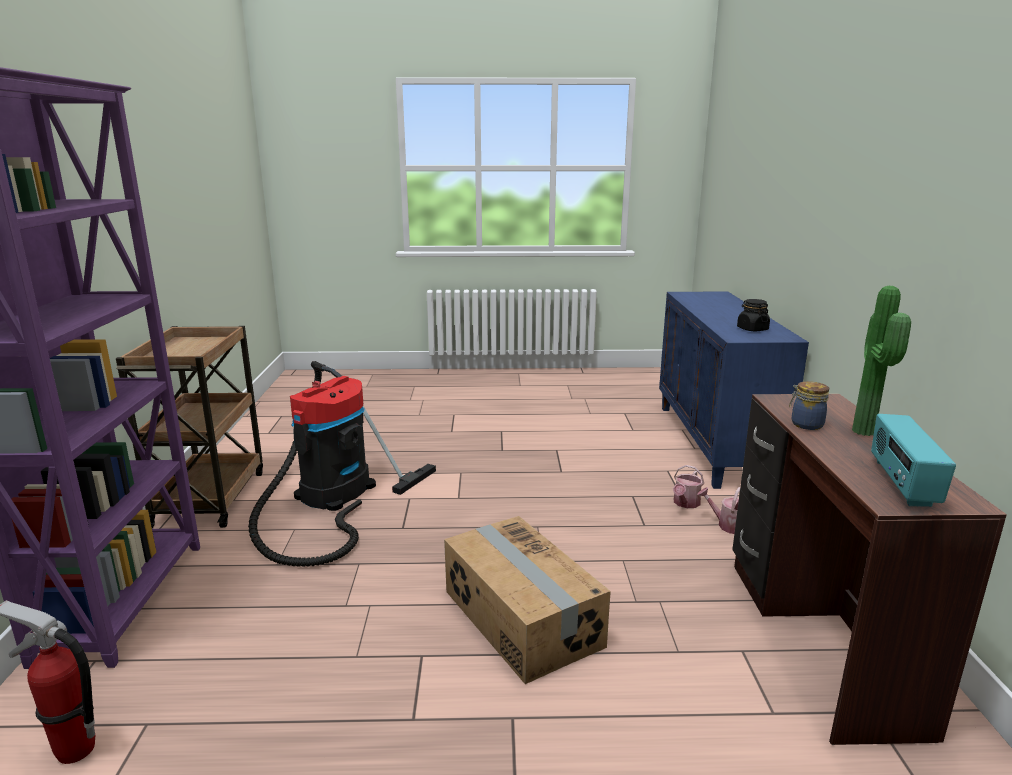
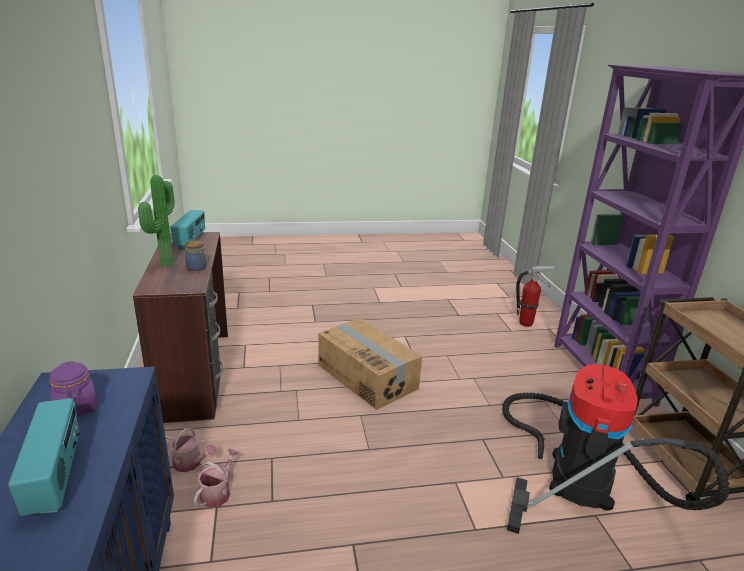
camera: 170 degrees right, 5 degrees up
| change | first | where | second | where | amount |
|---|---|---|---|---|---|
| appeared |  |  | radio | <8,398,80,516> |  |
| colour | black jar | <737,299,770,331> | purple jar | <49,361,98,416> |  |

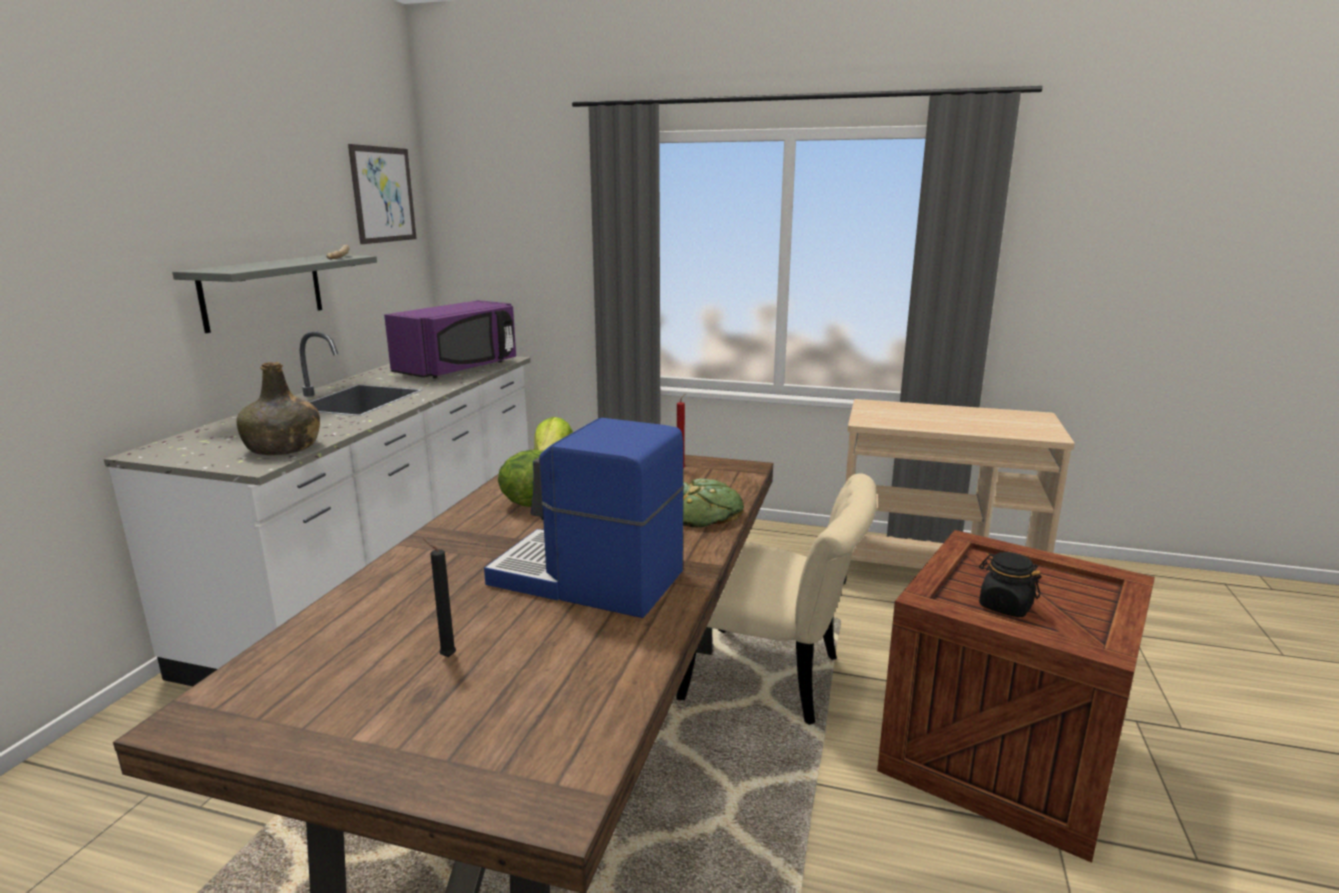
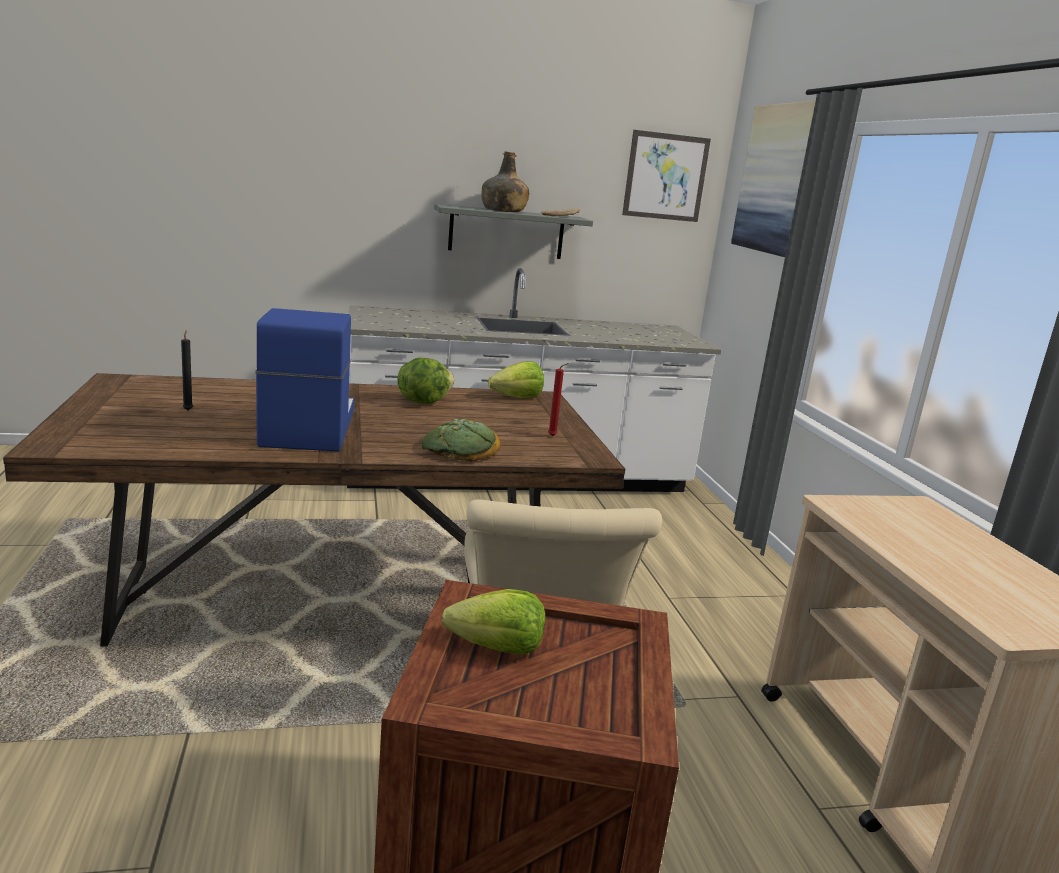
camera: 60 degrees right, 0 degrees up
| change | first | where | second | where | amount |
|---|---|---|---|---|---|
| exchanged | black jar | <979,552,1041,617> | lettuce | <442,589,545,654> |  |
| relocated | green bottle | <236,362,320,455> |  | <481,151,529,212> |  |
| appeared |  |  | picture | <731,100,816,257> |  |
| missing | purple microwave | <384,300,516,379> |  |  |  |

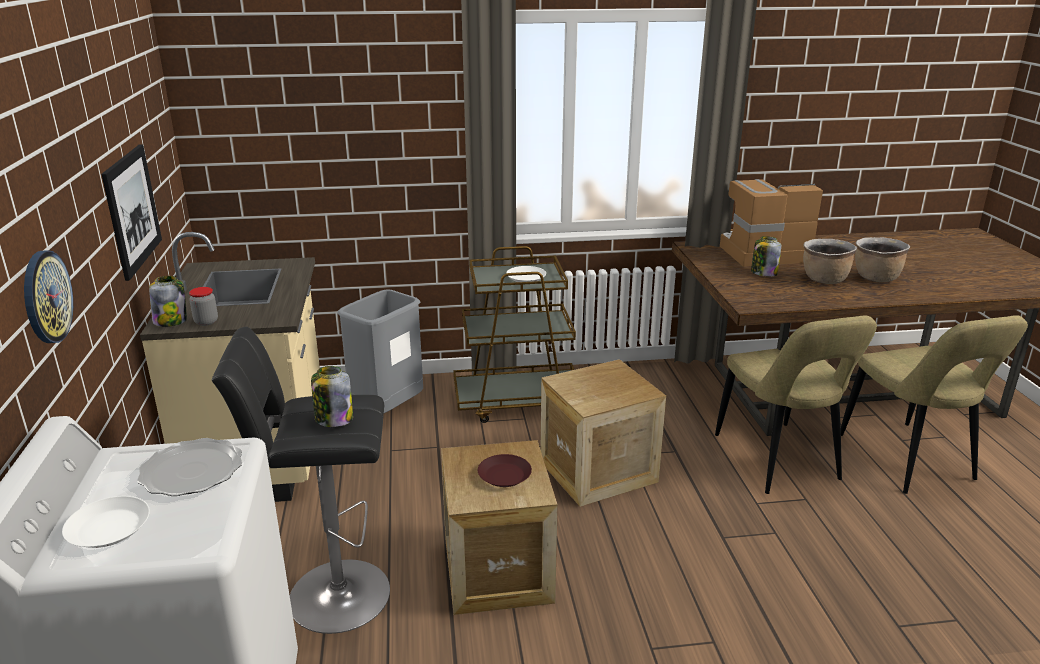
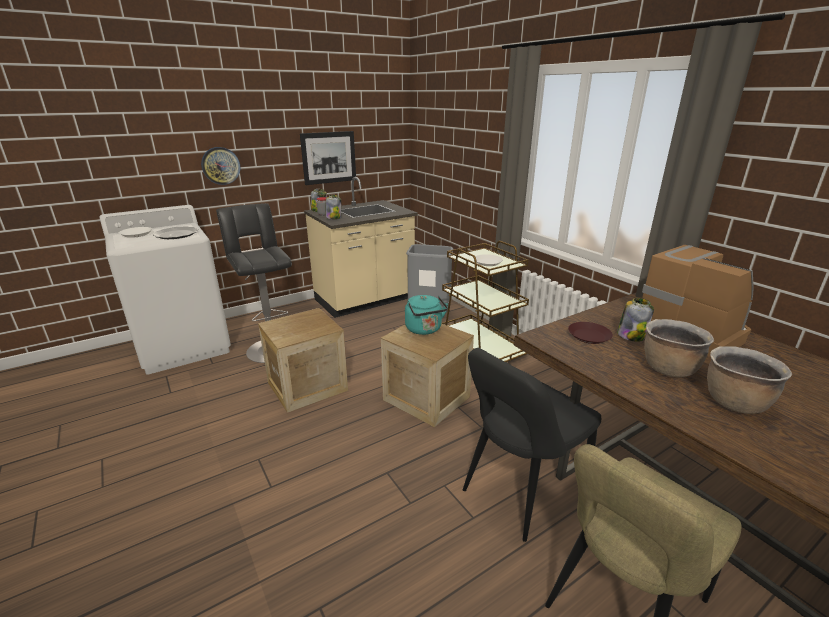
camera: 65 degrees right, 0 degrees up
| change | first | where | second | where | amount |
|---|---|---|---|---|---|
| relocated | jar | <311,366,353,427> |  | <326,195,341,219> |  |
| appeared |  |  | turquoise kettle | <405,295,448,335> |  |
| colour | beige chair | <715,316,877,494> | black chair | <463,348,601,542> |  |
| relocated | brown plate | <478,454,532,487> |  | <568,322,613,344> |  |

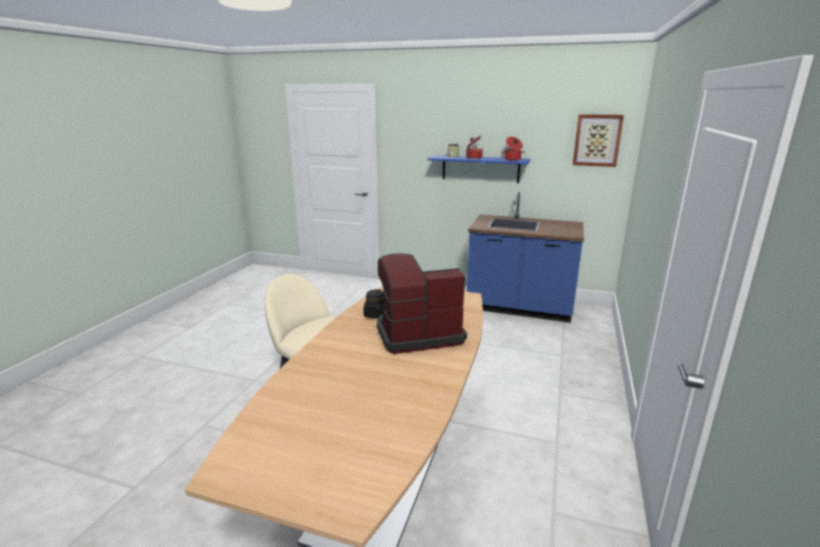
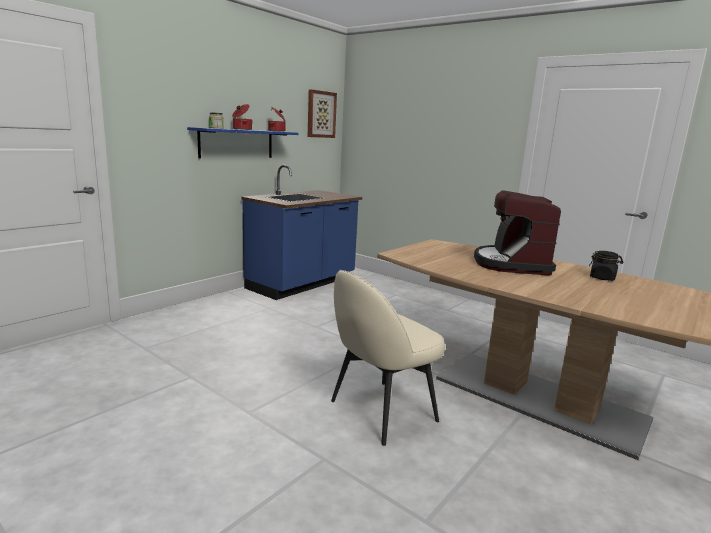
camera: 70 degrees left, 5 degrees down
| change | first | where | second | where | amount |
|---|---|---|---|---|---|
| relocated | black jar | <363,289,384,319> |  | <589,251,623,281> |  |

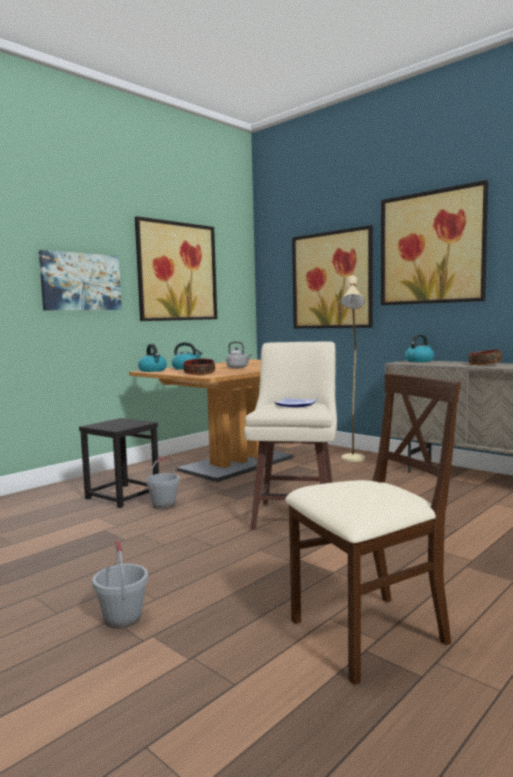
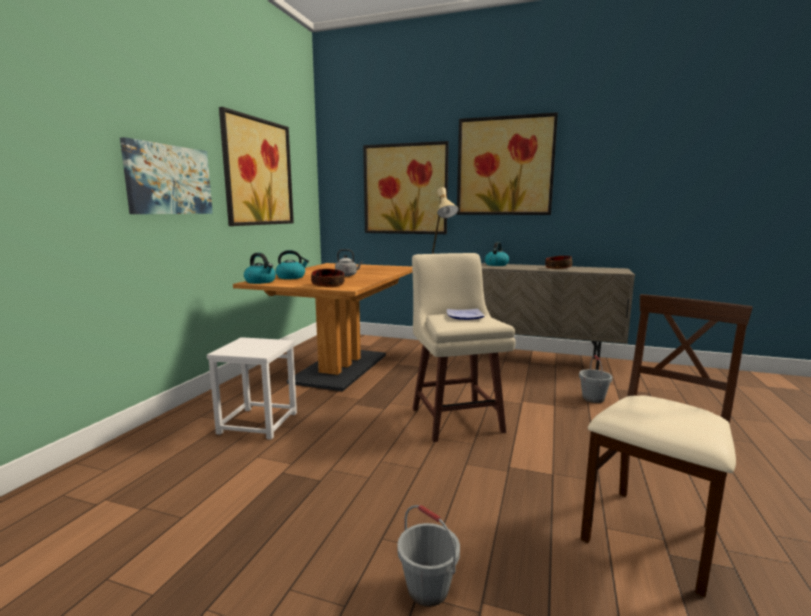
camera: 25 degrees left, 5 degrees up
| change | first | where | second | where | amount |
|---|---|---|---|---|---|
| colour | black stool | <79,418,159,508> | white stool | <207,337,297,440> |  |
| relocated | grey bucket | <146,457,180,509> |  | <579,355,613,403> |  |

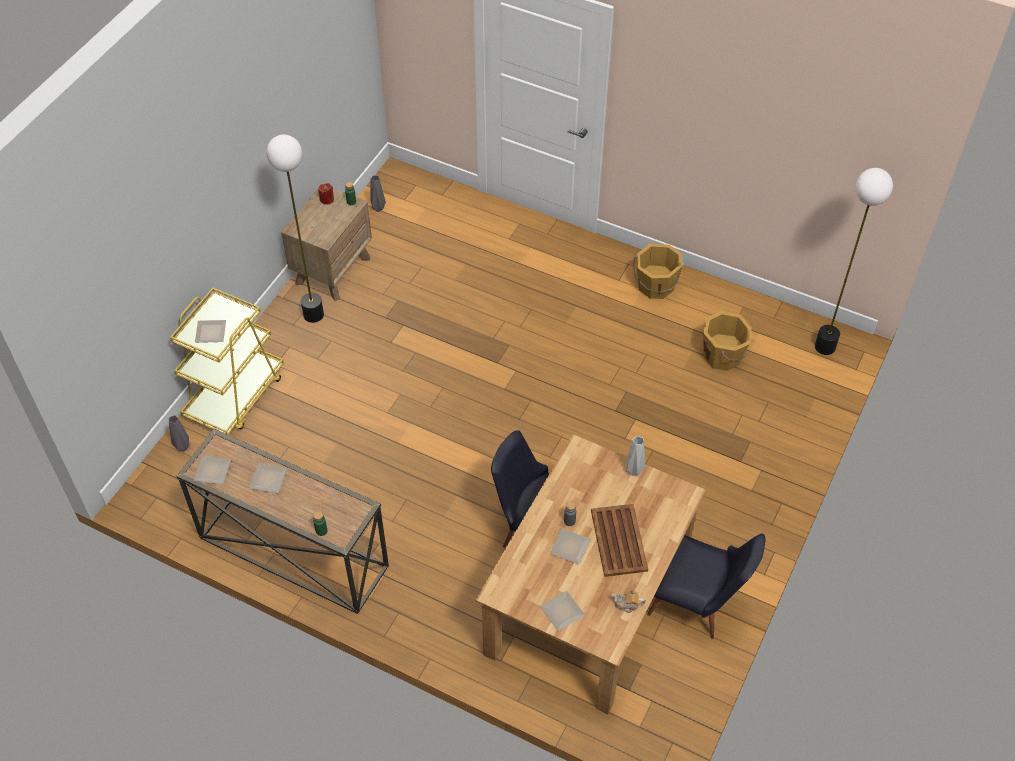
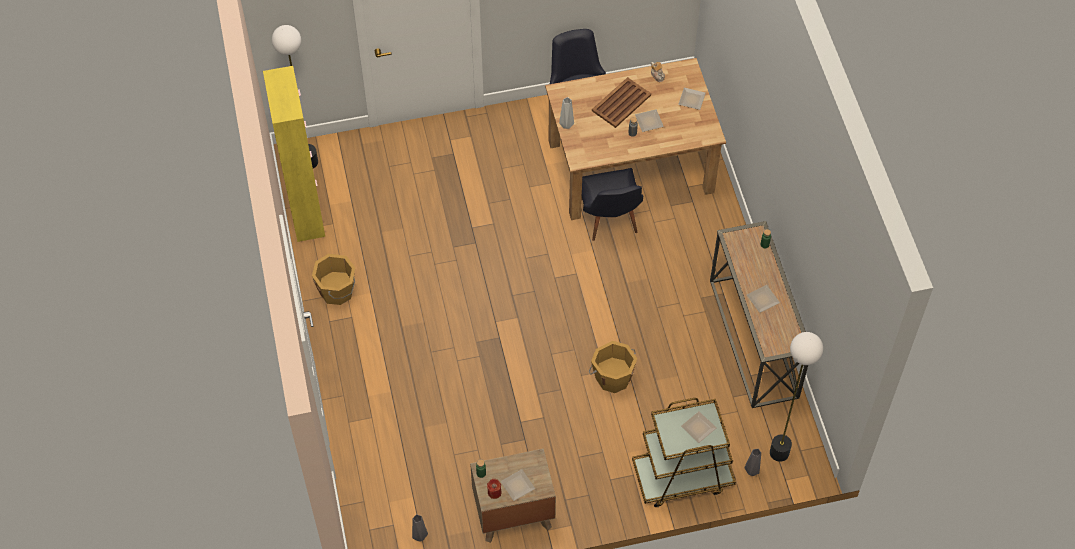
camera: 130 degrees left, 5 degrees up
| change | first | where | second | where | amount |
|---|---|---|---|---|---|
| appeared |  |  | yellow cabinet | <263,66,325,242> |  |
| relocated | plate | <194,456,231,484> |  | <501,469,535,501> |  |
| relocated | orange bucket | <703,311,751,371> |  | <589,341,637,393> |  |
| colour | yellow cart | <170,287,284,435> | brown cart | <632,398,736,507> |  |
| relocated | floor lamp | <266,135,324,323> |  | <770,332,823,462> |  |

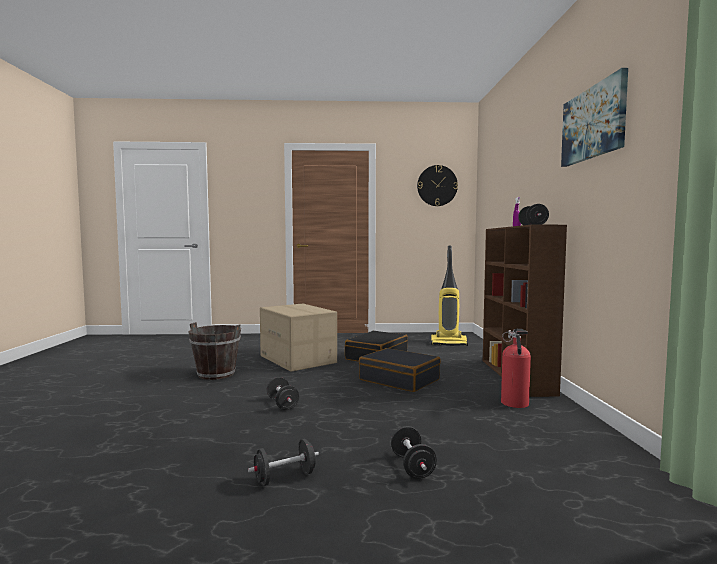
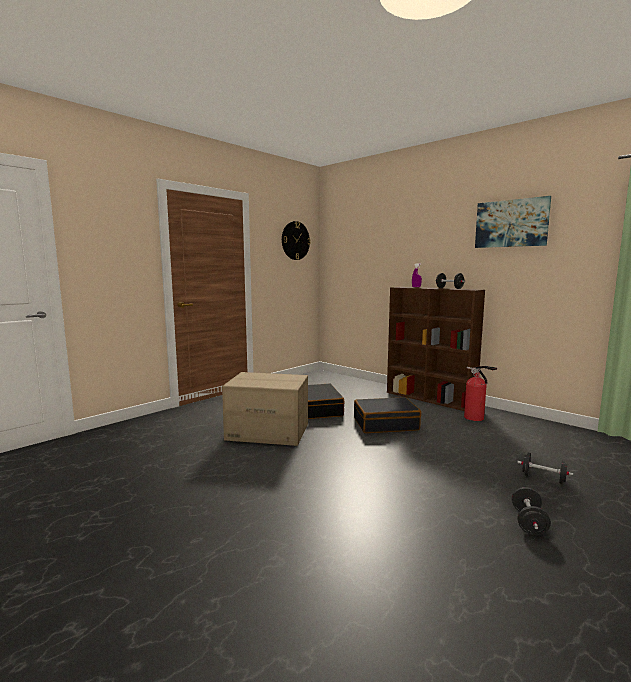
camera: 45 degrees left, 5 degrees up
| change | first | where | second | where | amount |
|---|---|---|---|---|---|
| missing | brown bucket | <188,322,241,380> |  |  |  |
| missing | black dumbbell | <267,377,299,410> |  |  |  |
| missing | vacuum cleaner | <431,246,468,346> |  |  |  |

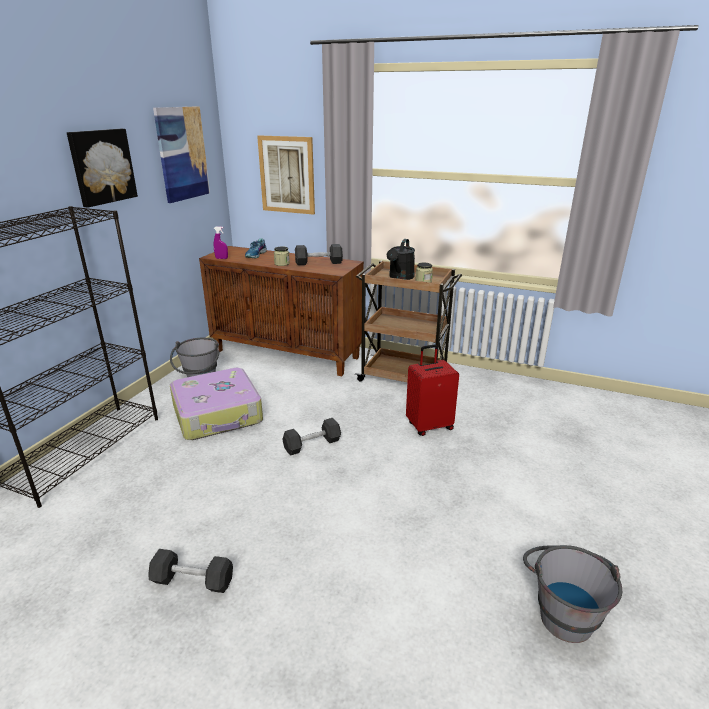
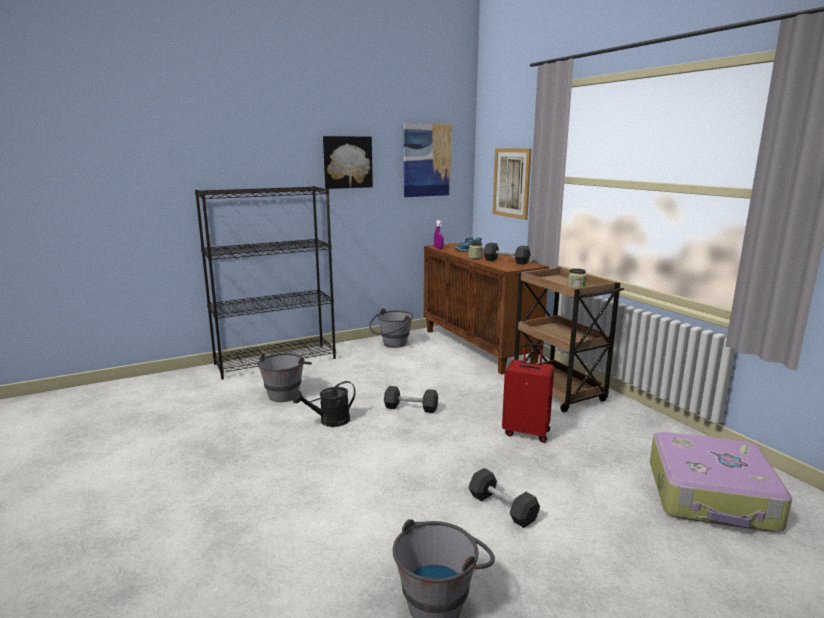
camera: 40 degrees right, 10 degrees down
| change | first | where | second | where | amount |
|---|---|---|---|---|---|
| appeared |  |  | grey bucket | <257,353,312,402> |  |
| relocated | black watering can | <387,239,415,280> |  | <293,381,356,427> |  |
| relocated | black dumbbell | <148,549,233,593> |  | <468,468,540,528> |  |
| relocated | suitcase | <170,368,263,440> |  | <650,432,792,532> |  |

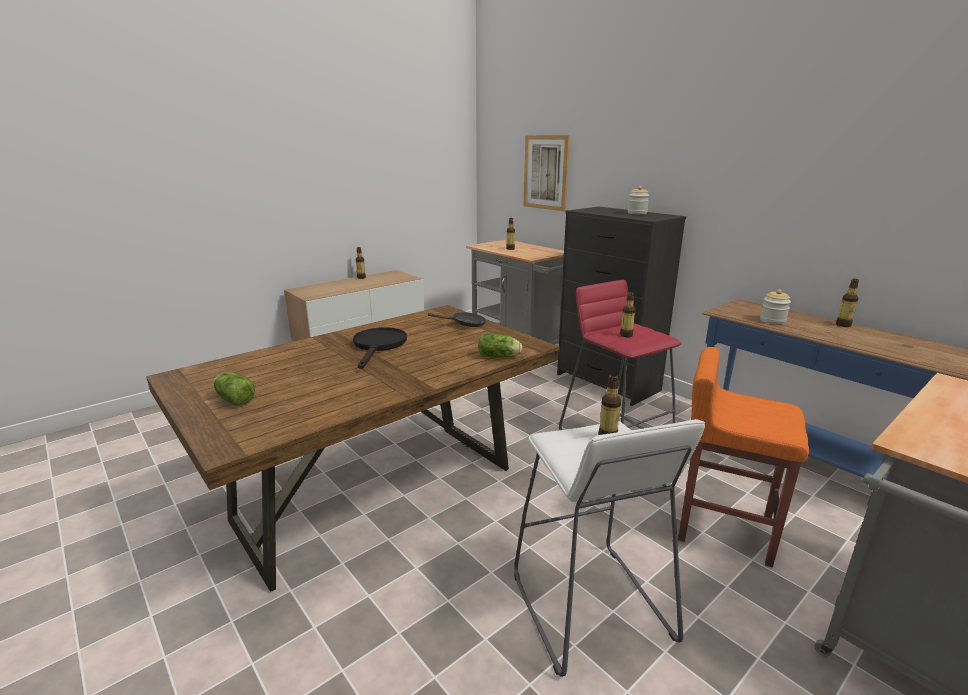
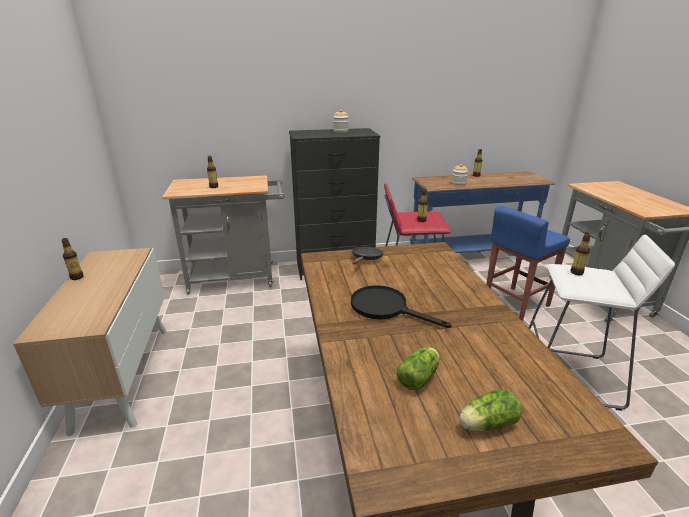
camera: 60 degrees left, 5 degrees up
| change | first | where | second | where | amount |
|---|---|---|---|---|---|
| relocated | lettuce | <479,333,522,357> |  | <397,348,440,390> |  |
| colour | orange stool | <678,347,809,568> | blue stool | <486,206,570,321> |  |
| missing | picture | <524,135,570,211> |  |  |  |

